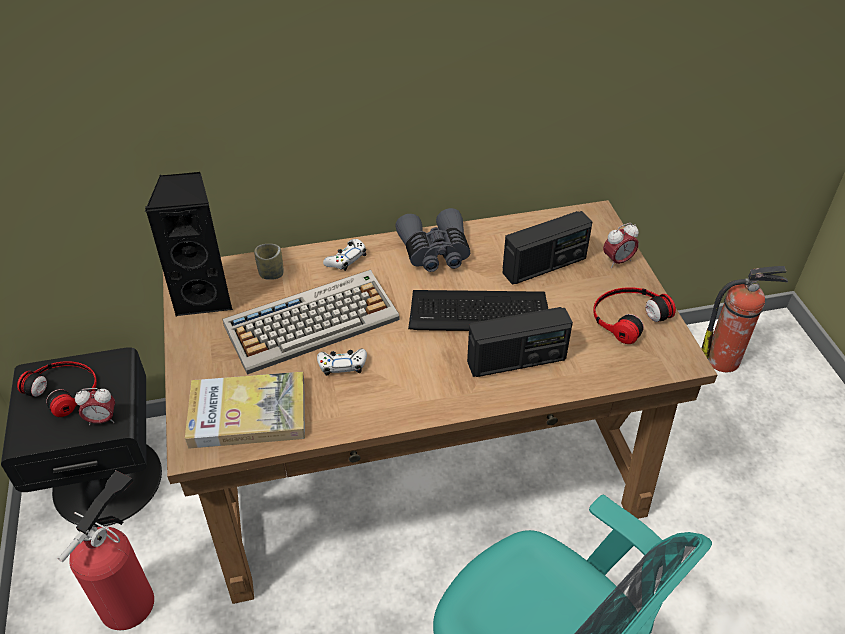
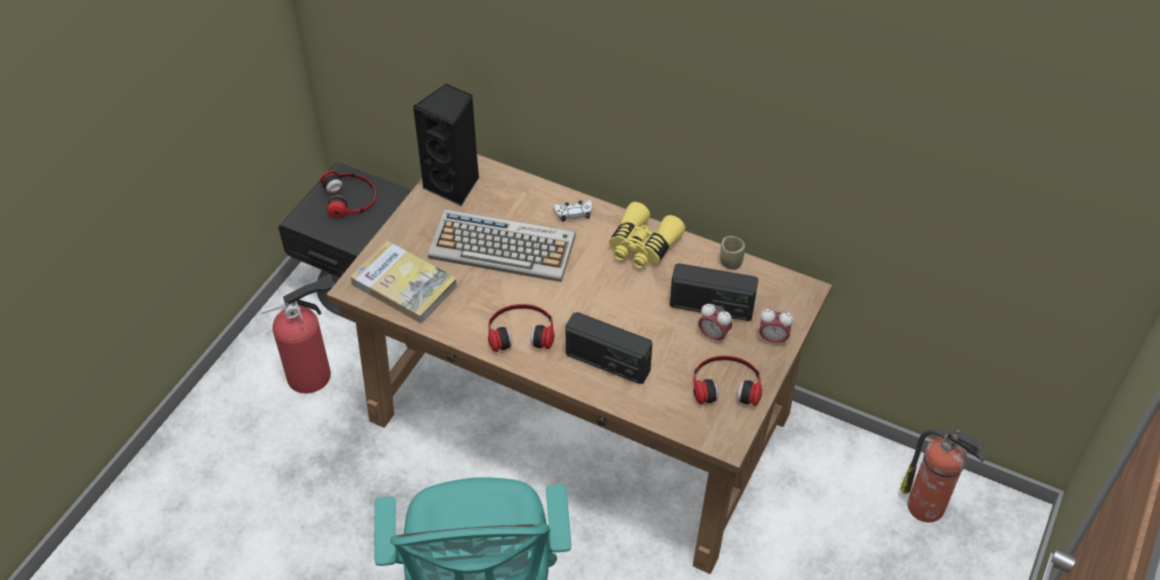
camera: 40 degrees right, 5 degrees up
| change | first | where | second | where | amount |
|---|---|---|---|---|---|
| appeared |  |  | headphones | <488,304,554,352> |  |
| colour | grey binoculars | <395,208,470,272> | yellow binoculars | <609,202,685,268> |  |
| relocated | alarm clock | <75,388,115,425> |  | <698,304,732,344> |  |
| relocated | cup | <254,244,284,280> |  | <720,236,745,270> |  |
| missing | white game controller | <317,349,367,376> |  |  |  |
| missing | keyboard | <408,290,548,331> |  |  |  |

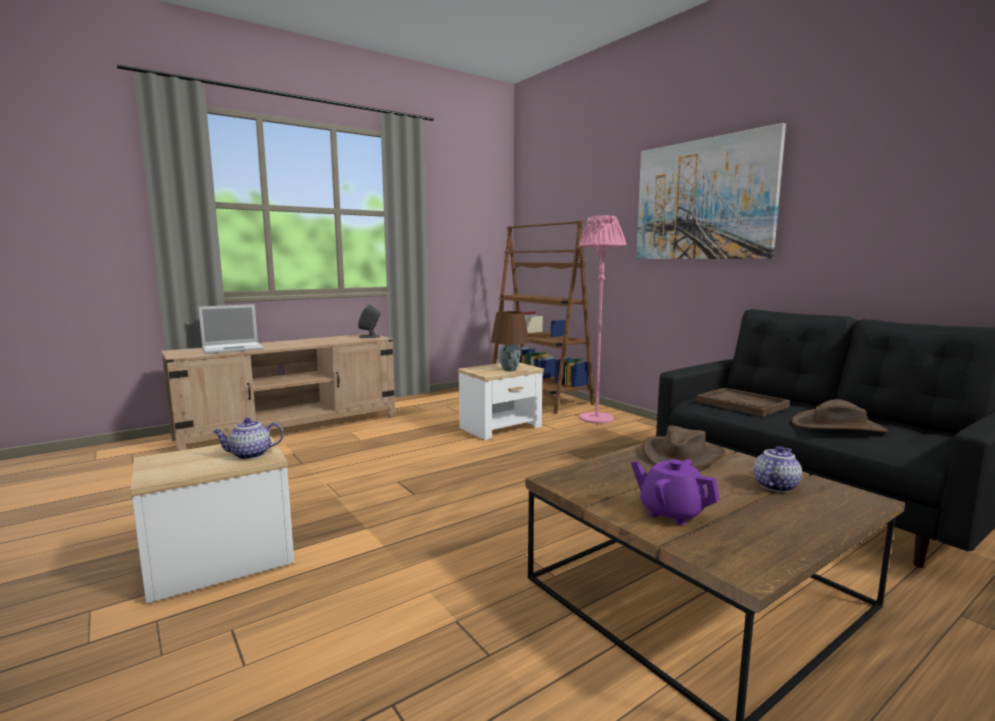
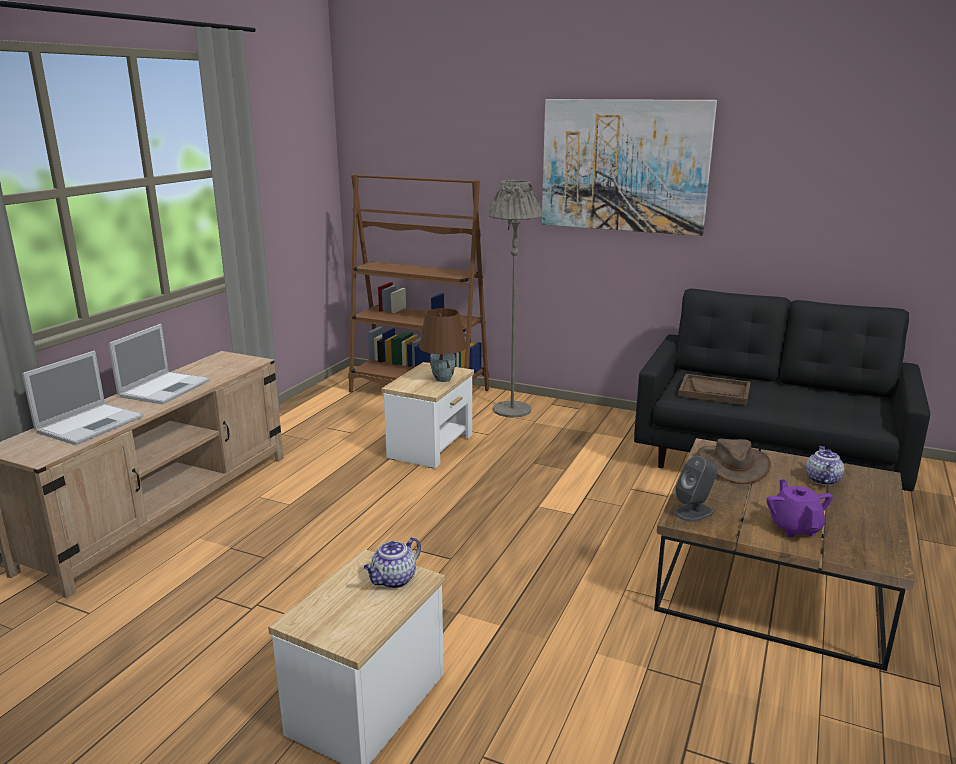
camera: 30 degrees left, 10 degrees up
| change | first | where | second | where | amount |
|---|---|---|---|---|---|
| appeared |  |  | laptop | <108,324,210,404> |  |
| colour | pink floor lamp | <579,215,626,424> | grey floor lamp | <488,179,543,418> |  |
| relocated | grey speaker | <358,304,380,338> |  | <674,456,717,522> |  |
| spun | purple teapot | <631,459,720,525> |  | <766,479,833,537> | 75 degrees clockwise |
| missing | brown hat | <792,399,888,432> |  |  |  |

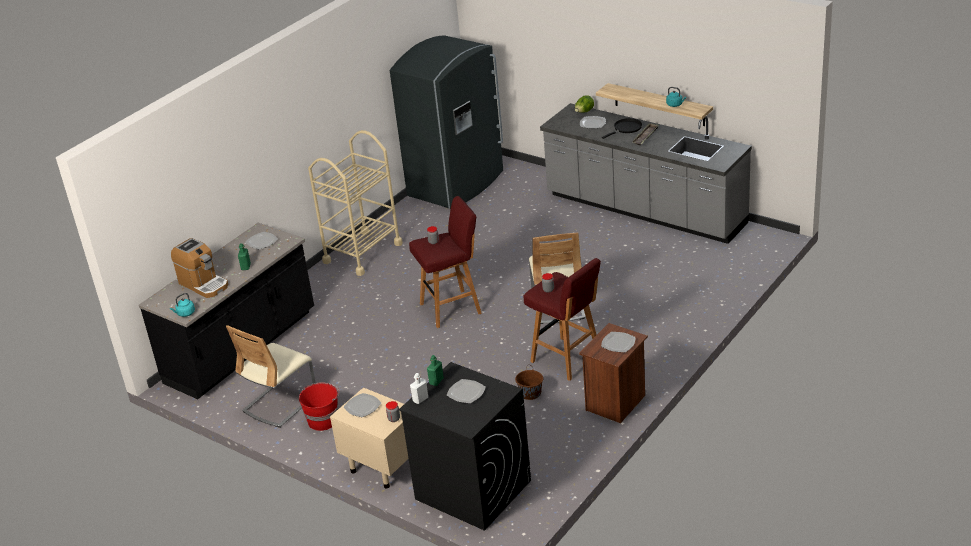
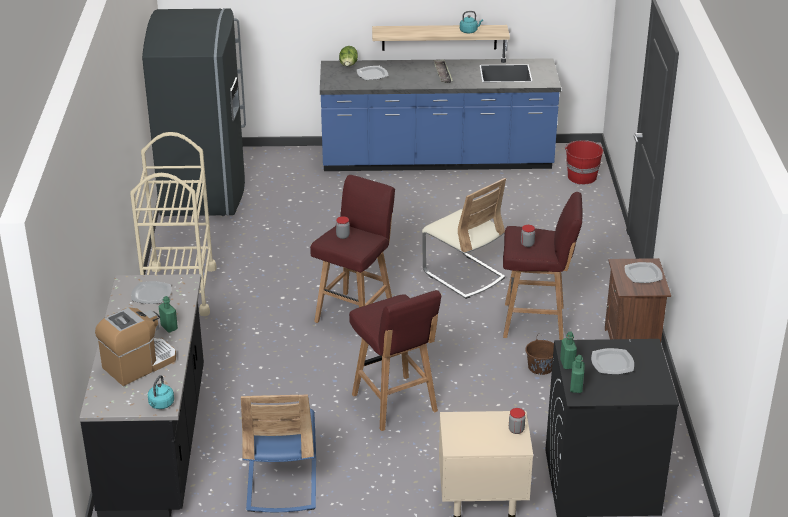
camera: 40 degrees left, 0 degrees up
| change | first | where | second | where | amount |
|---|---|---|---|---|---|
| spun | coffee machine | <171,238,228,298> |  | <95,307,176,386> | 45 degrees counterclockwise |
| colour | beige chair | <226,325,315,428> | blue chair | <241,395,316,512> |  |
| colour | grey counter | <540,103,752,244> | blue counter | <320,40,561,171> |  |
| appeared |  |  | red stool | <349,290,441,431> |  |
| relocated | red bucket | <299,383,339,431> |  | <565,140,603,184> |  |
| colour | white bottle | <410,373,428,404> | green bottle | <570,355,585,393> |  |
| missing | plate | <344,393,381,417> |  |  |  |
| missing | black frying pan | <602,118,642,139> |  |  |  |

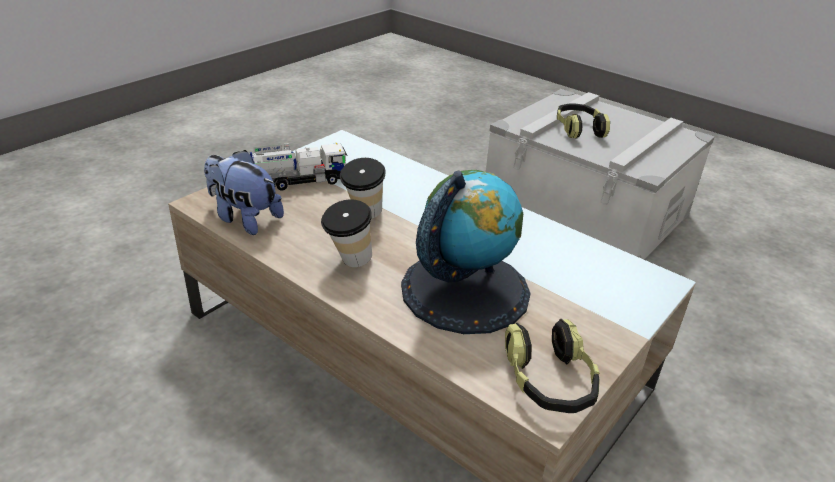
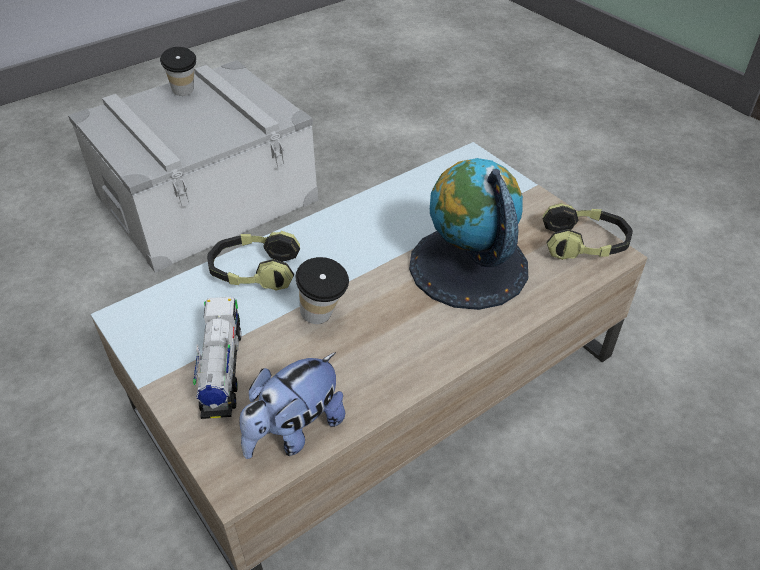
camera: 75 degrees left, 10 degrees up
| change | first | where | second | where | amount |
|---|---|---|---|---|---|
| relocated | cup | <321,199,372,267> |  | <160,47,196,96> |  |
| relocated | headphones | <557,103,610,139> |  | <207,231,300,291> |  |

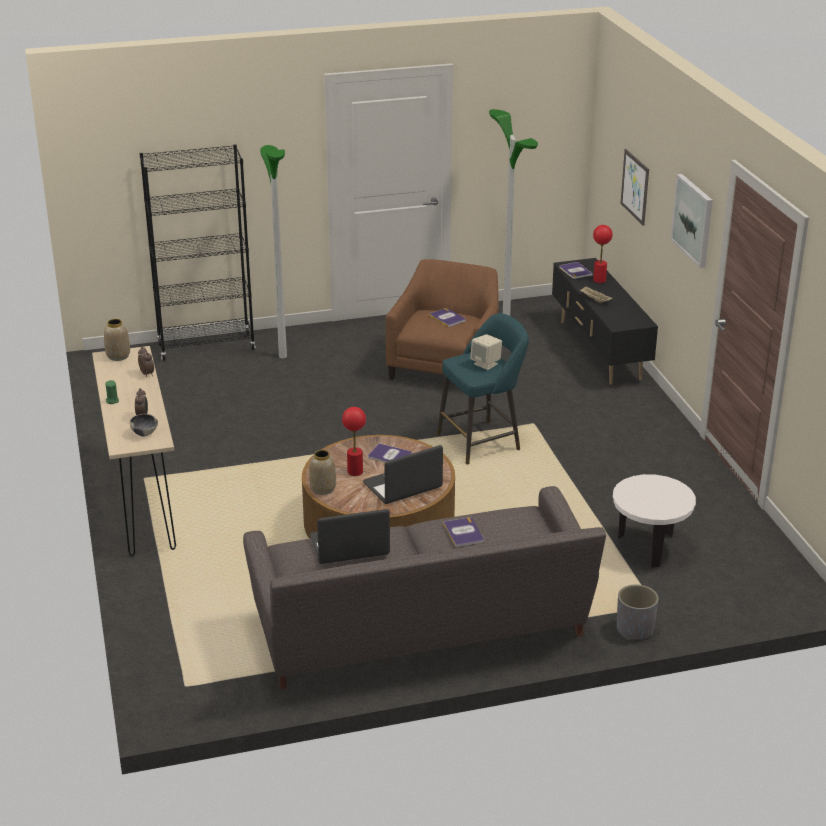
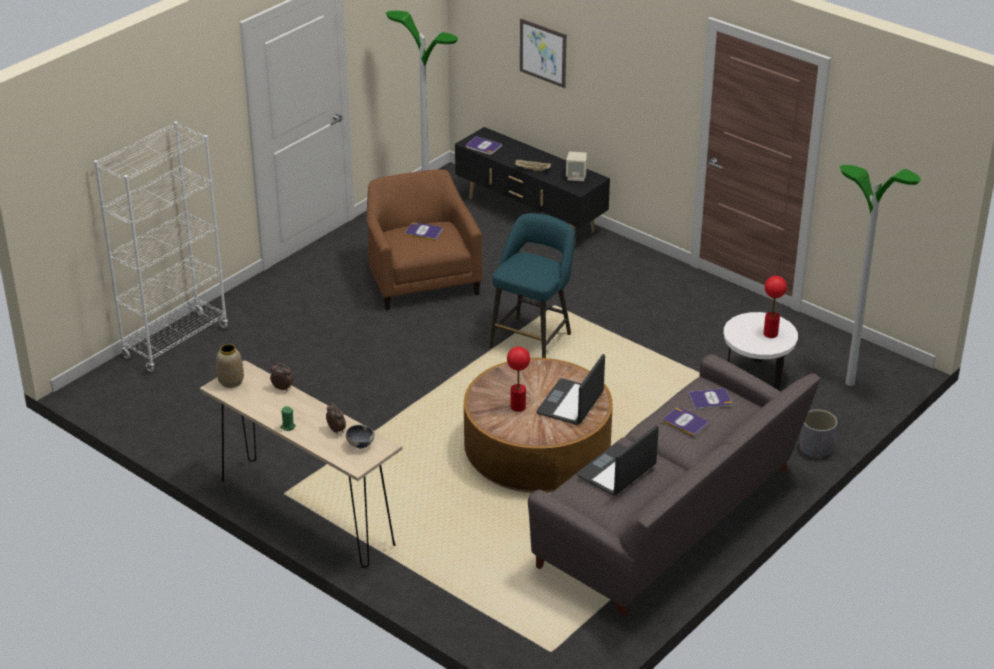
camera: 35 degrees left, 5 degrees up
| change | first | where | second | where | amount |
|---|---|---|---|---|---|
| colour | black bookcase | <140,144,256,361> | white bookcase | <94,121,228,372> |  |
| relocated | beige speaker | <470,334,502,370> |  | <566,152,587,181> |  |
| relocated | book | <368,443,413,463> |  | <688,388,732,410> |  |
| relocated | red table lamp | <593,225,613,283> |  | <764,276,787,338> |  |
| relocated | floor lamp | <260,145,287,358> |  | <840,165,921,386> |  |
| missing | vase | <309,450,336,495> |  |  |  |
| missing | picture | <671,174,713,268> |  |  |  |

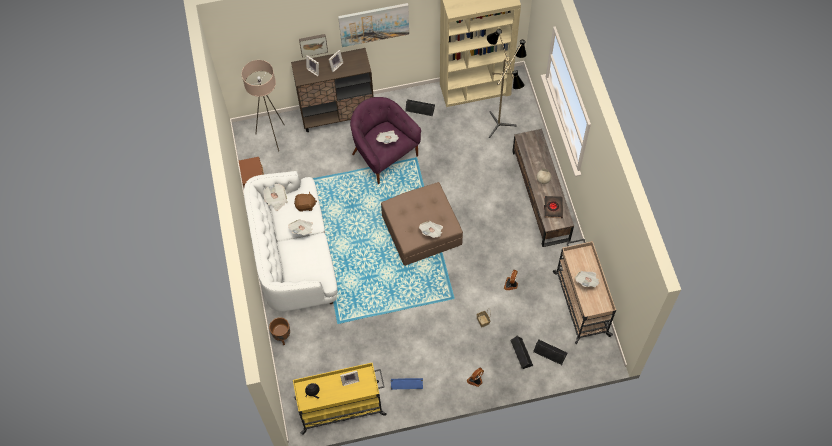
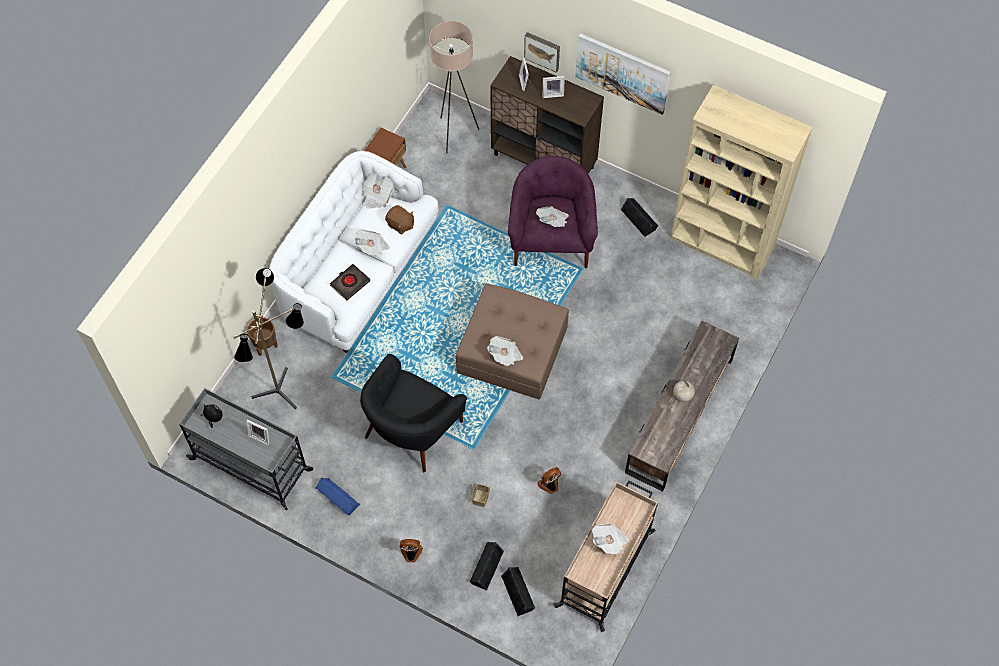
camera: 40 degrees right, 0 degrees up
| change | first | where | second | where | amount |
|---|---|---|---|---|---|
| colour | yellow cart | <293,362,387,435> | grey cart | <179,388,313,510> |  |
| relocated | floor lamp | <487,29,527,138> |  | <233,268,304,409> |  |
| relocated | black book | <544,196,563,218> |  | <330,264,370,301> |  |
| appeared |  |  | black armchair | <360,354,467,472> |  |

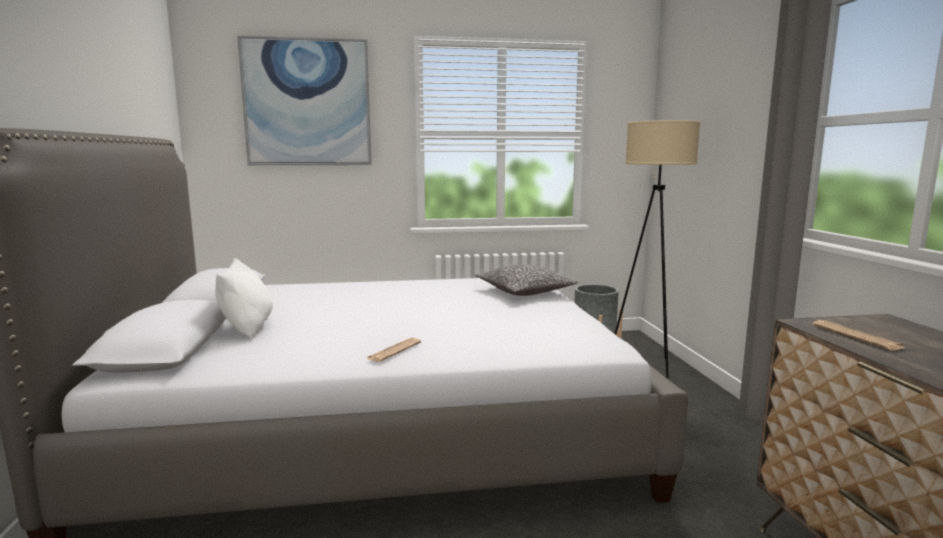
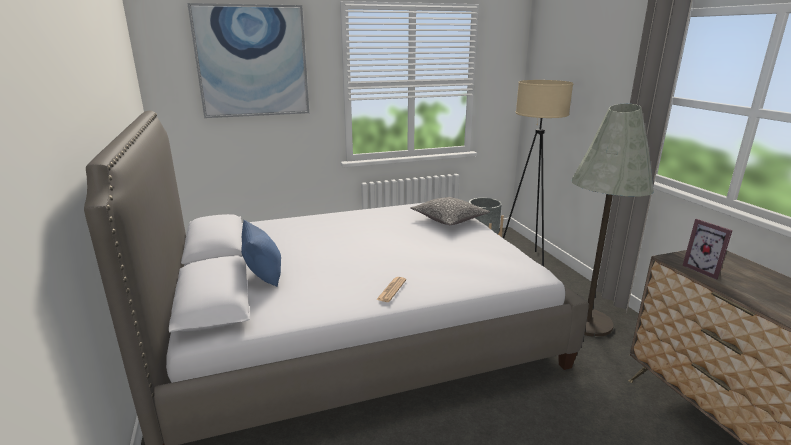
camera: 10 degrees left, 10 degrees up
| change | first | where | second | where | amount |
|---|---|---|---|---|---|
| colour | white pillow | <215,258,273,339> | blue pillow | <241,220,281,287> |  |
| appeared |  |  | grey floor lamp | <571,104,654,337> |  |
| exchanged | newspaper | <812,320,905,351> | picture frame | <683,219,733,280> |  |

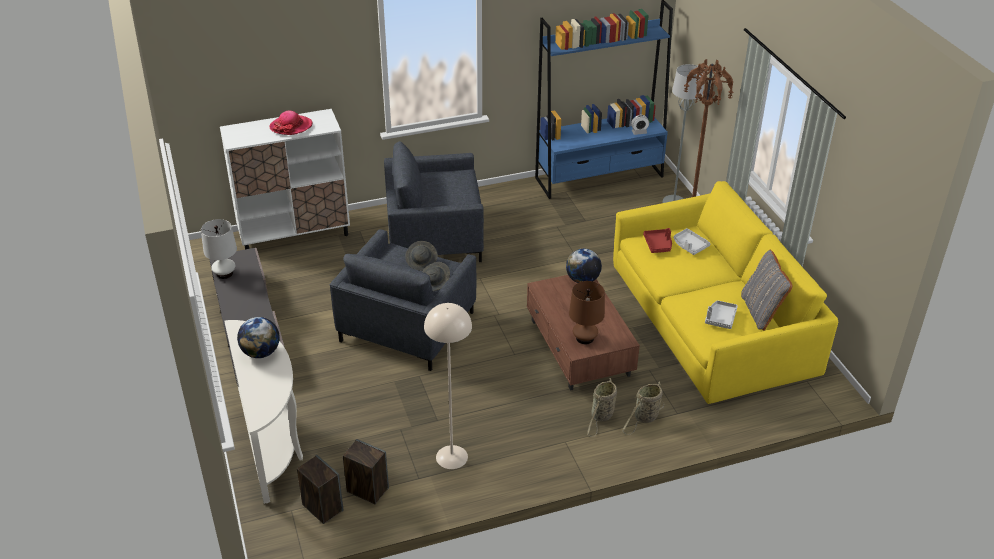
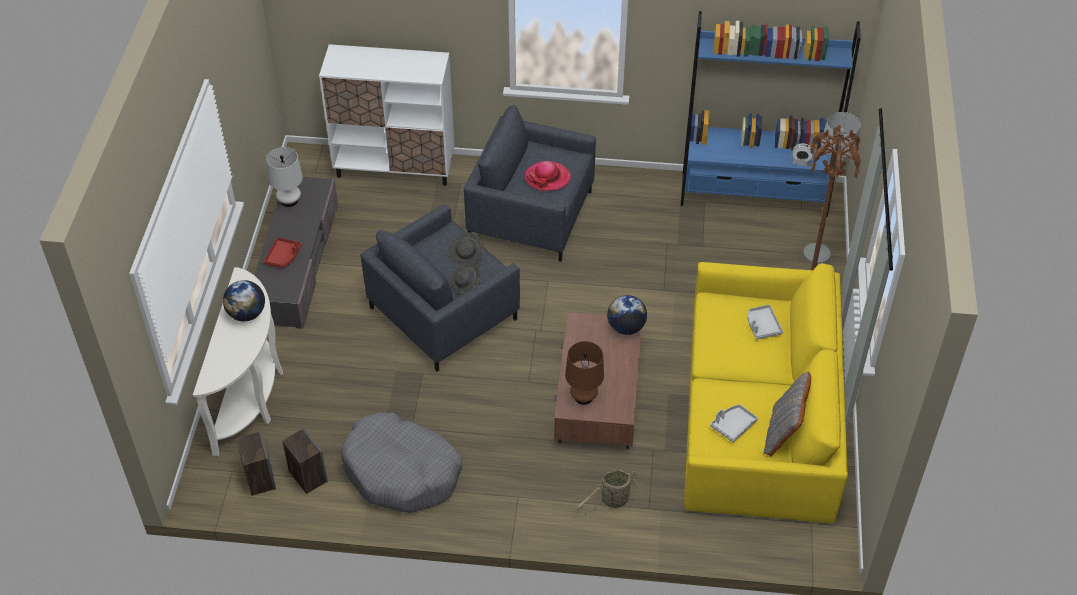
camera: 25 degrees right, 10 degrees up
| change | first | where | second | where | amount |
|---|---|---|---|---|---|
| relocated | red tray | <643,228,672,253> |  | <264,237,302,268> |  |
| exchanged | beige floor lamp | <424,303,472,469> | grey dog bed | <340,413,463,513> |  |
| relocated | hat | <270,111,312,135> |  | <525,161,571,191> |  |
| missing | basket | <587,378,617,437> |  |  |  |

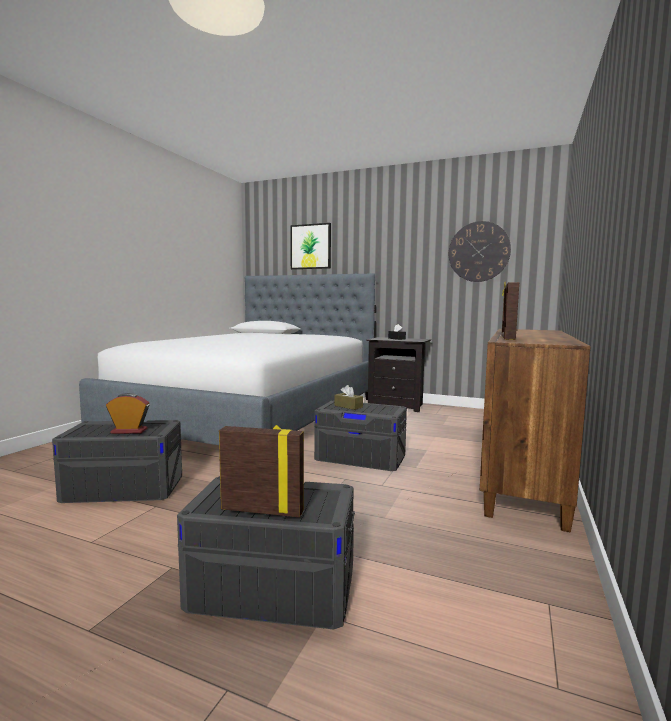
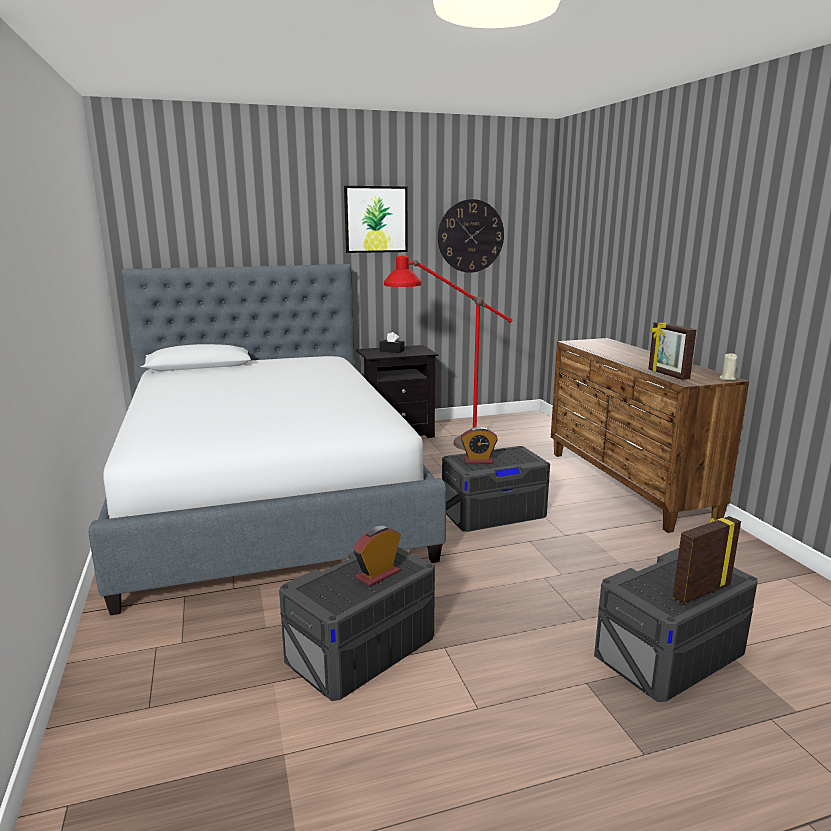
camera: 40 degrees left, 10 degrees up
| change | first | where | second | where | amount |
|---|---|---|---|---|---|
| relocated | picture | <290,223,331,269> |  | <344,186,408,253> |  |
| appeared |  |  | red floor lamp | <384,256,513,450> |  |
| exchanged | brown tissue box | <334,385,363,410> | alarm clock | <461,427,498,464> |  |
| appeared |  |  | beige candle | <720,353,738,381> |  |

